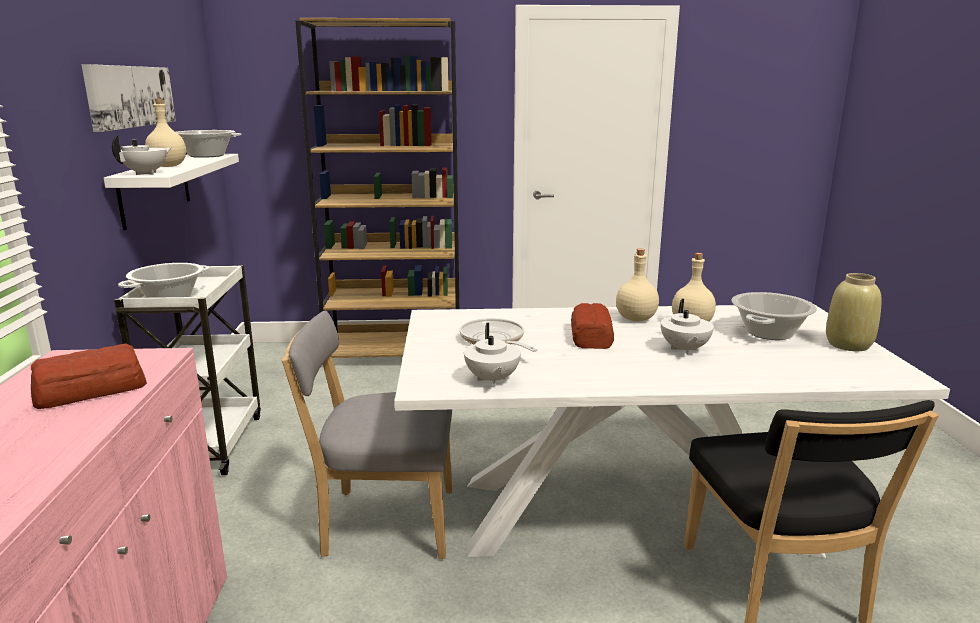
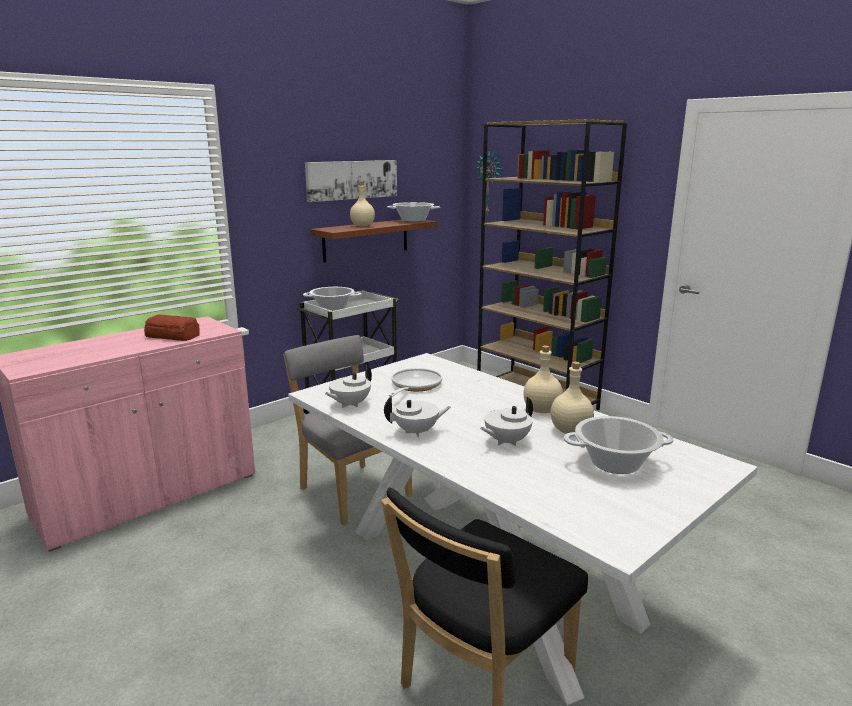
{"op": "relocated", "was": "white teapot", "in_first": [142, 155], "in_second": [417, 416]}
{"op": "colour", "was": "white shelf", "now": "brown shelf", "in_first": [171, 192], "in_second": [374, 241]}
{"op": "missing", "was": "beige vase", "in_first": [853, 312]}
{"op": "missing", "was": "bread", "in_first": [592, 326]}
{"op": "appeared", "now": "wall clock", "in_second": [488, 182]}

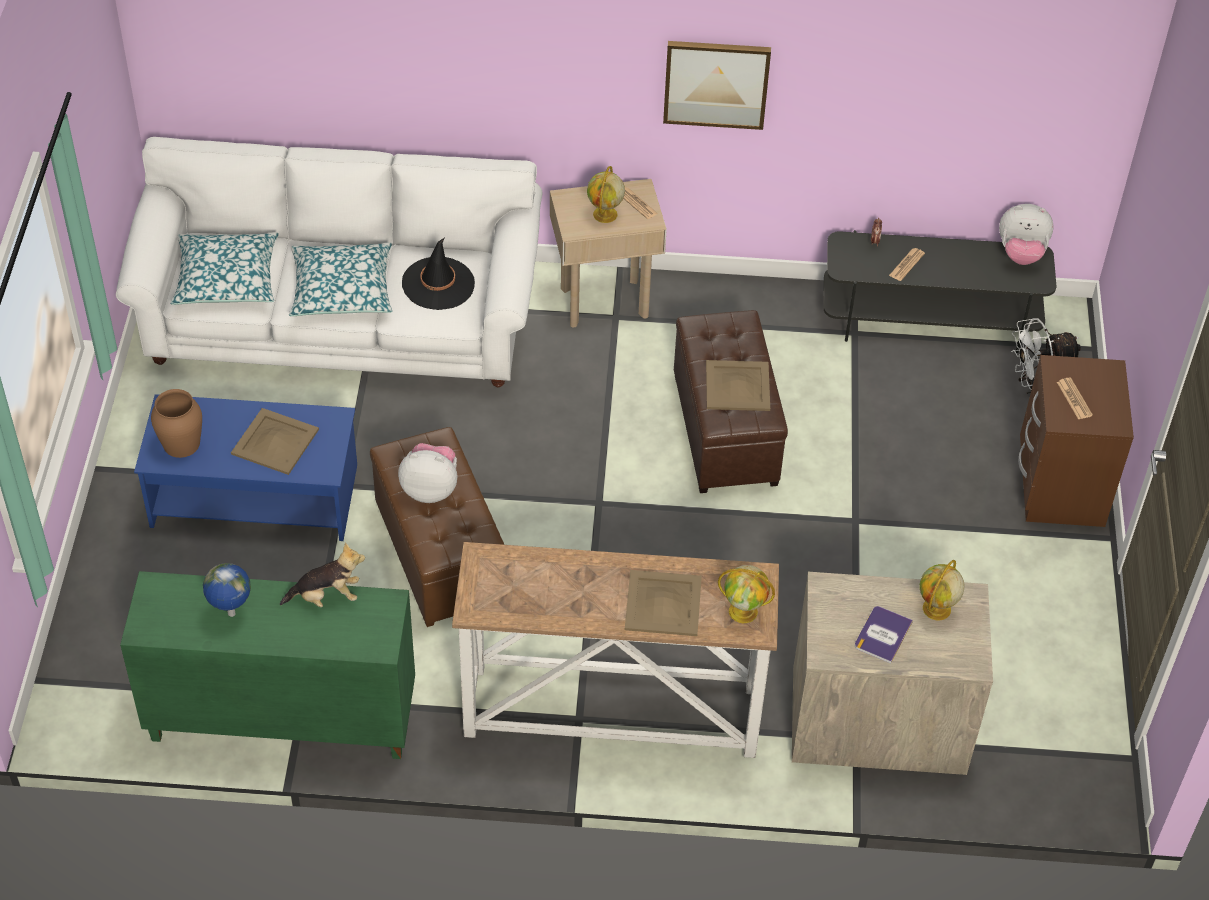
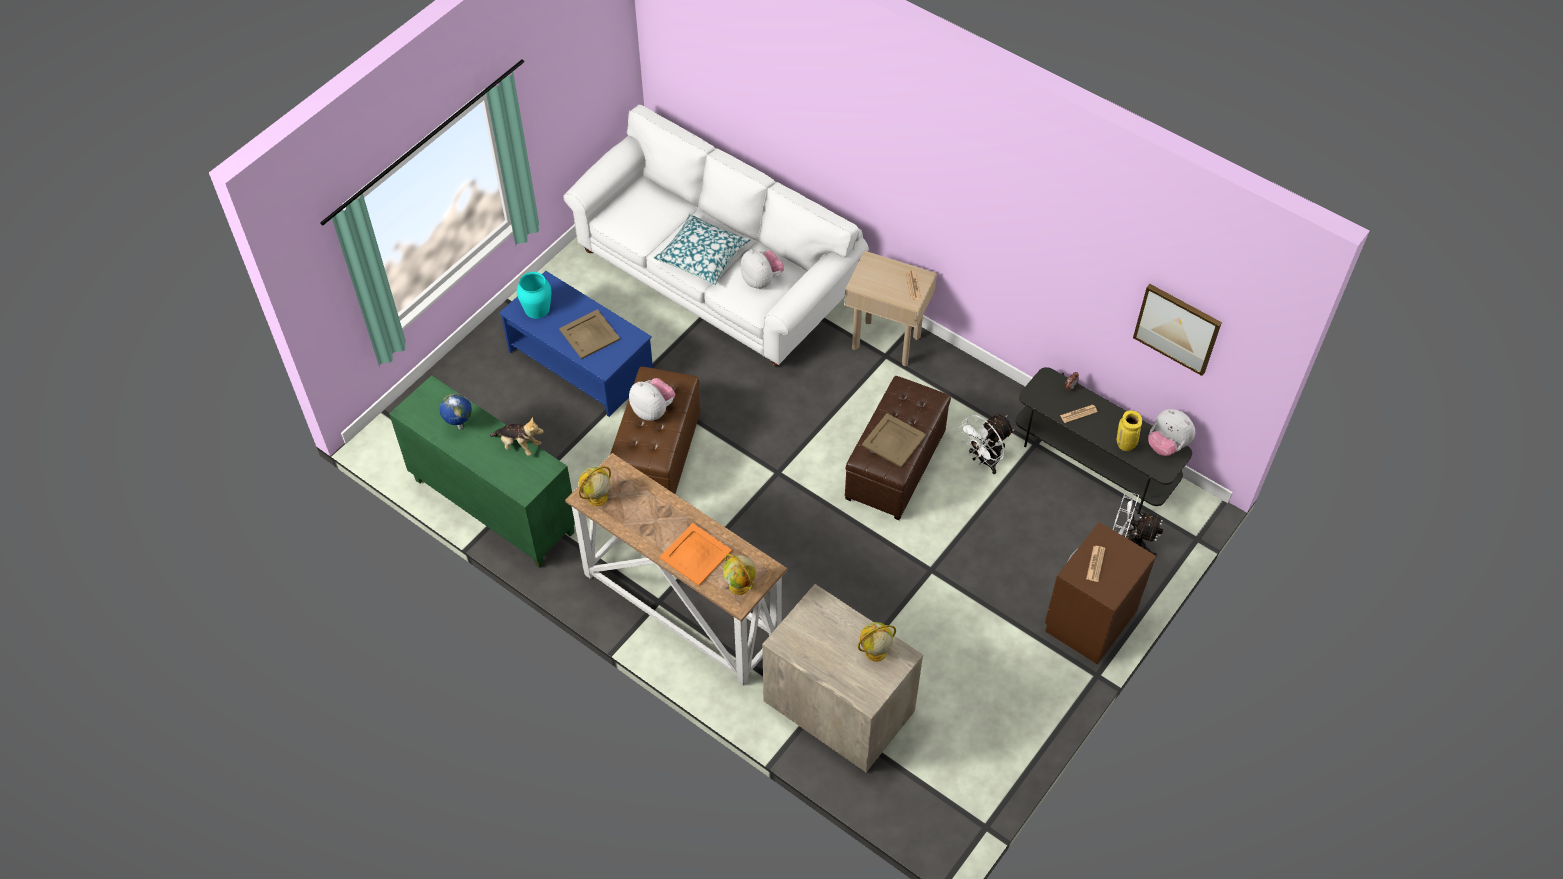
{"op": "relocated", "was": "picture", "in_first": [717, 85], "in_second": [1177, 330]}
{"op": "relocated", "was": "globe", "in_first": [606, 194], "in_second": [595, 486]}
{"op": "missing", "was": "pillow", "in_first": [224, 268]}
{"op": "exchanged", "was": "black hat", "now": "plush toy", "in_first": [438, 273], "in_second": [762, 269]}
{"op": "colour", "was": "brown vase", "now": "turquoise vase", "in_first": [176, 423], "in_second": [534, 295]}
{"op": "colour", "was": "beige tray", "now": "orange tray", "in_first": [663, 603], "in_second": [696, 554]}
{"op": "missing", "was": "book", "in_first": [884, 634]}
{"op": "appeared", "now": "yellow vase", "in_second": [1129, 430]}
{"op": "appeared", "now": "white fan", "in_second": [986, 444]}

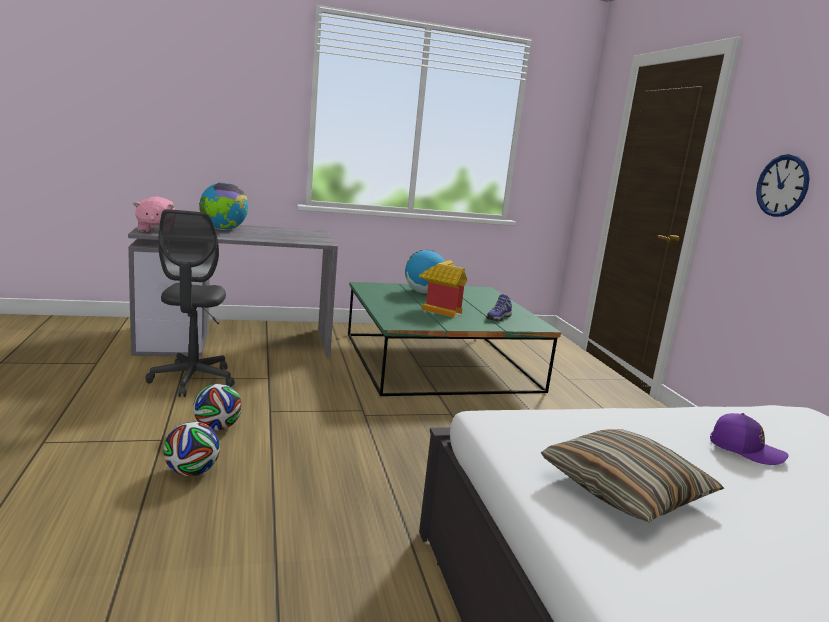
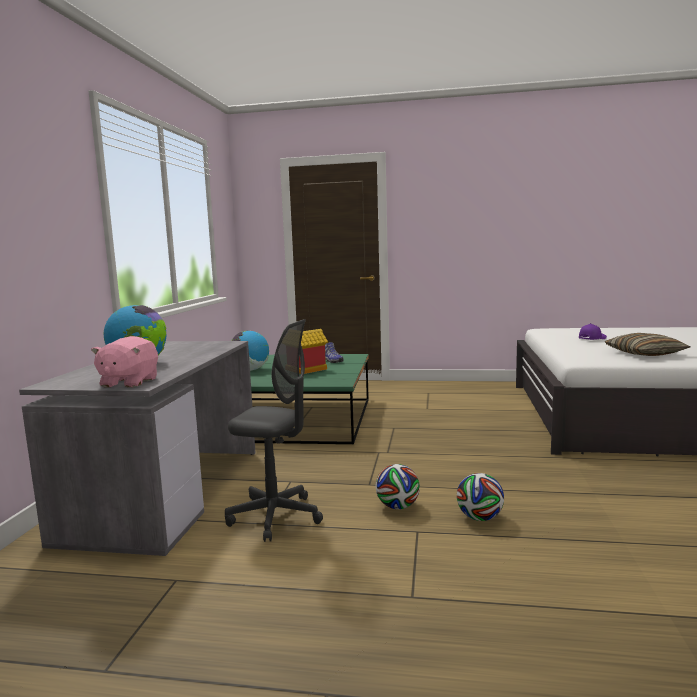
{"op": "missing", "was": "wall clock", "in_first": [783, 185]}
{"op": "spun", "was": "pink plush toy", "in_first": [154, 214], "in_second": [124, 362], "clockwise": 90}

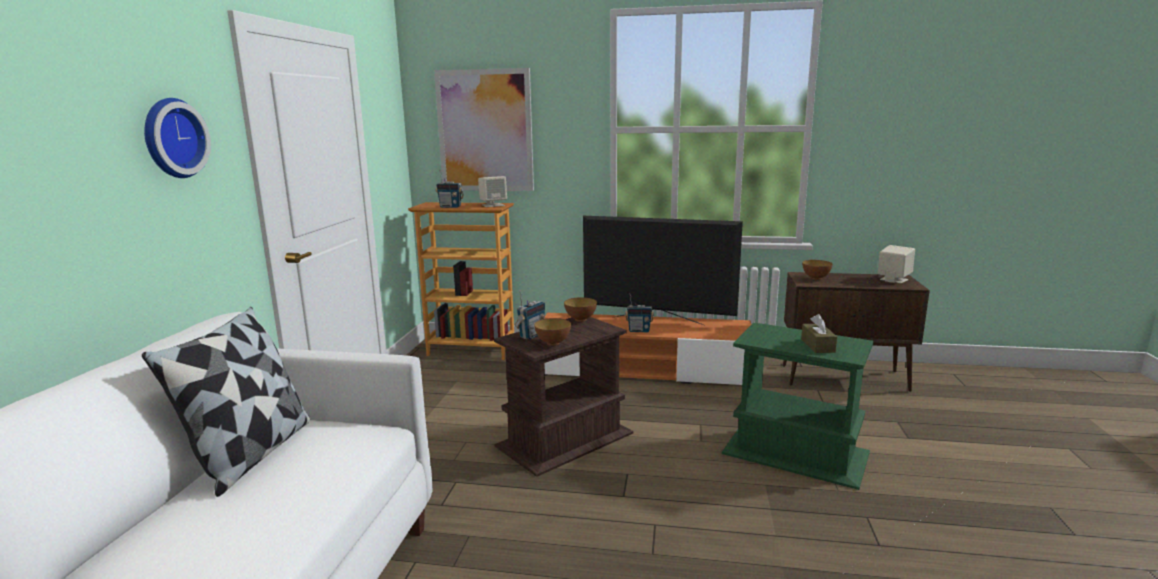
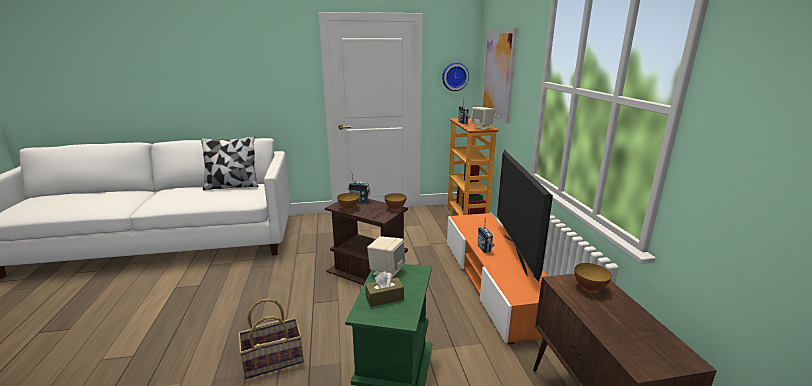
{"op": "relocated", "was": "wall clock", "in_first": [177, 138], "in_second": [455, 77]}
{"op": "relocated", "was": "beige speaker", "in_first": [896, 264], "in_second": [386, 257]}
{"op": "appeared", "now": "basket", "in_second": [271, 338]}

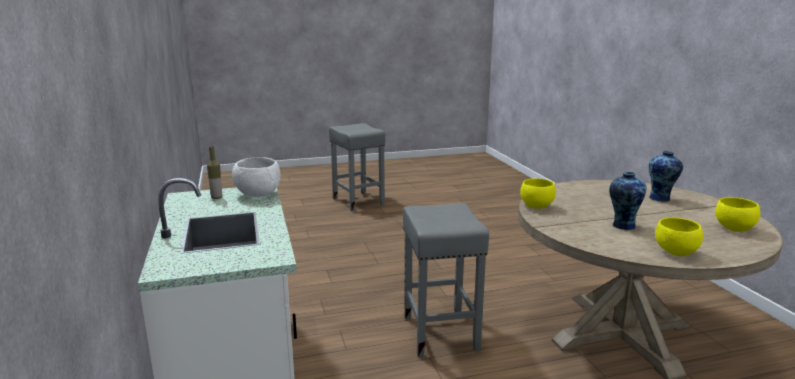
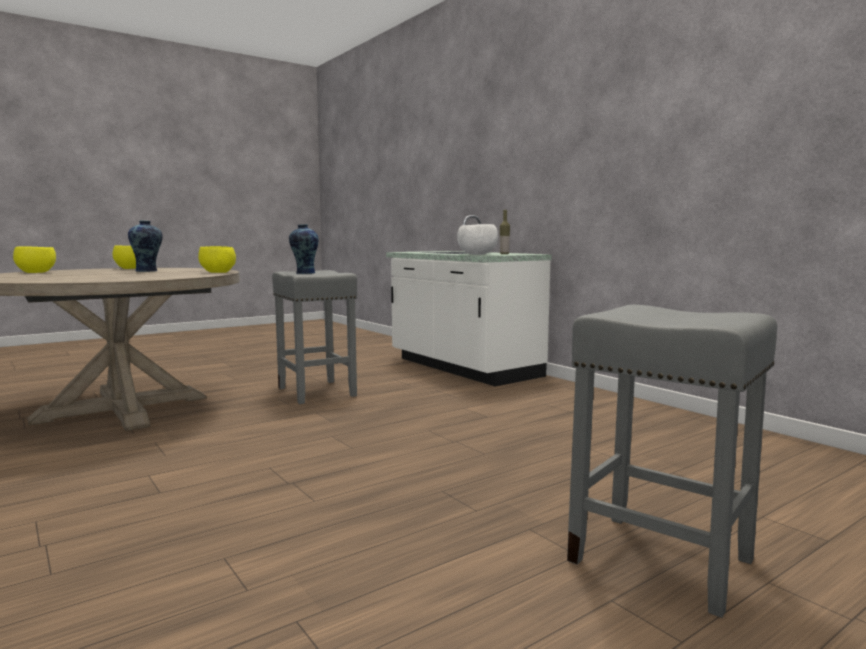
{"op": "relocated", "was": "vase", "in_first": [666, 176], "in_second": [304, 249]}

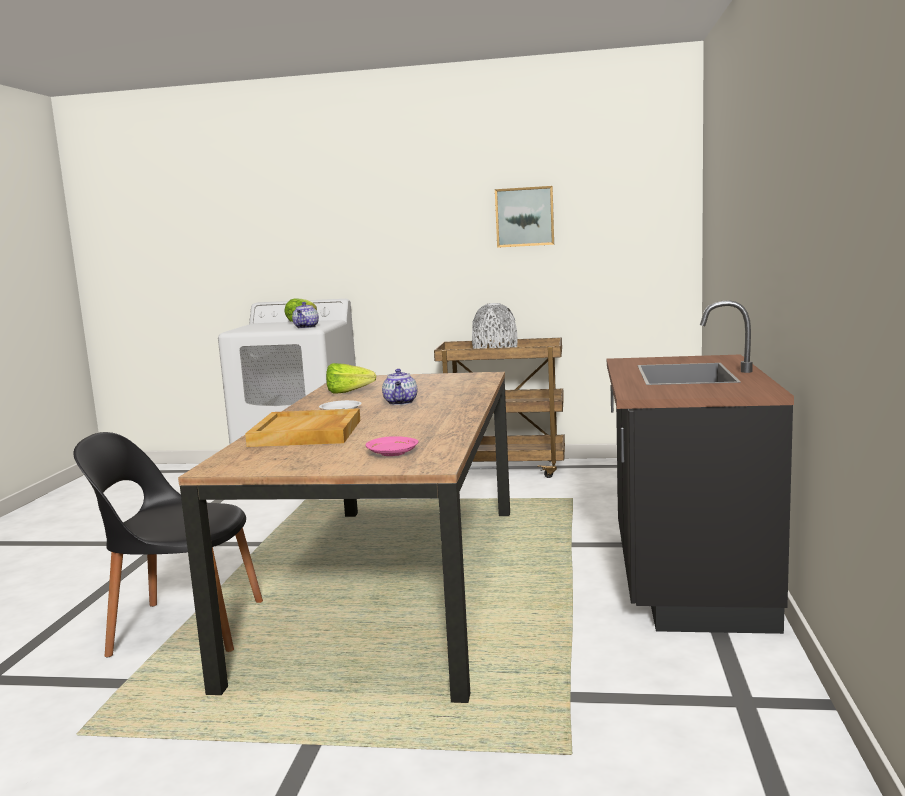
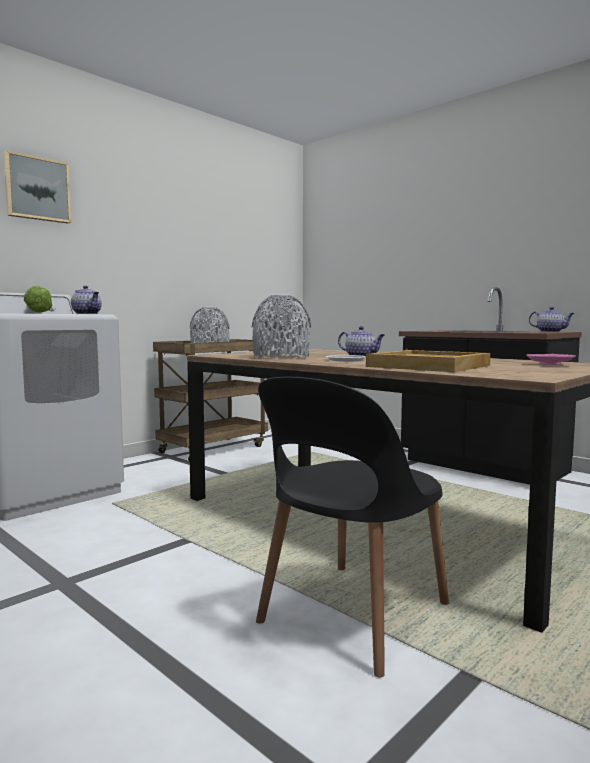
{"op": "relocated", "was": "picture", "in_first": [524, 217], "in_second": [37, 187]}
{"op": "exchanged", "was": "lettuce", "now": "grey vase", "in_first": [351, 378], "in_second": [281, 326]}
{"op": "appeared", "now": "teapot", "in_second": [552, 319]}

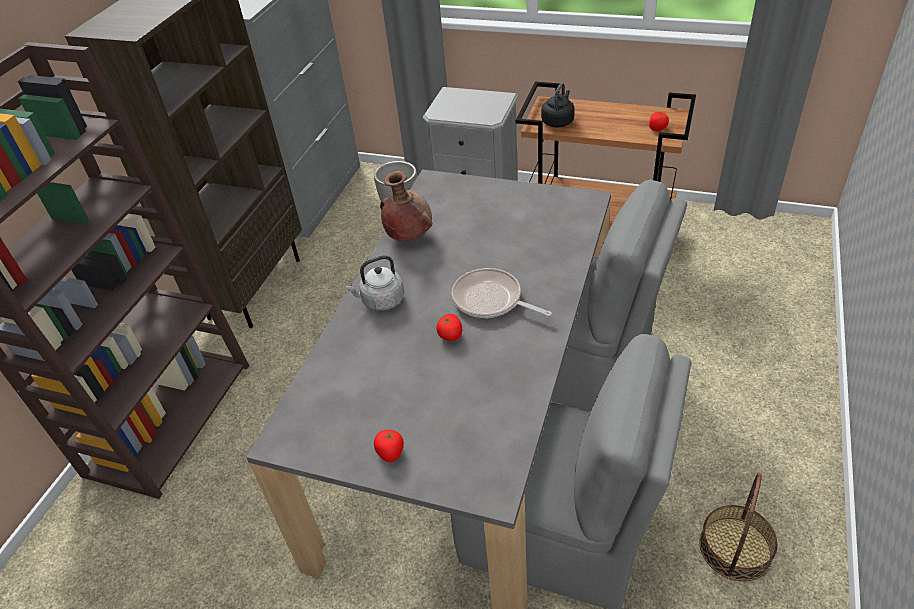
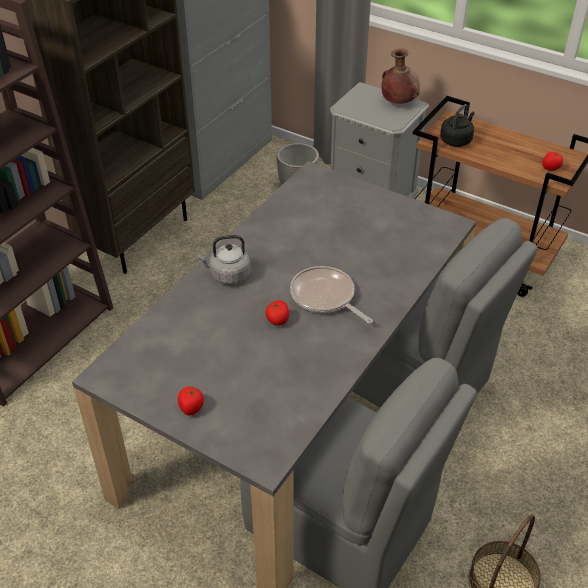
{"op": "relocated", "was": "brown vase", "in_first": [406, 206], "in_second": [401, 76]}

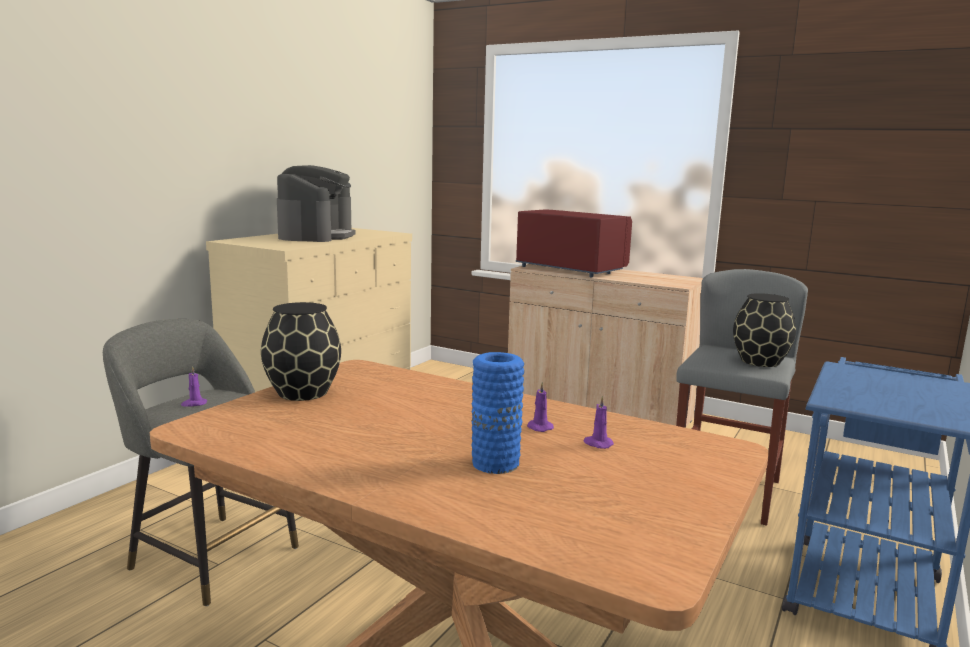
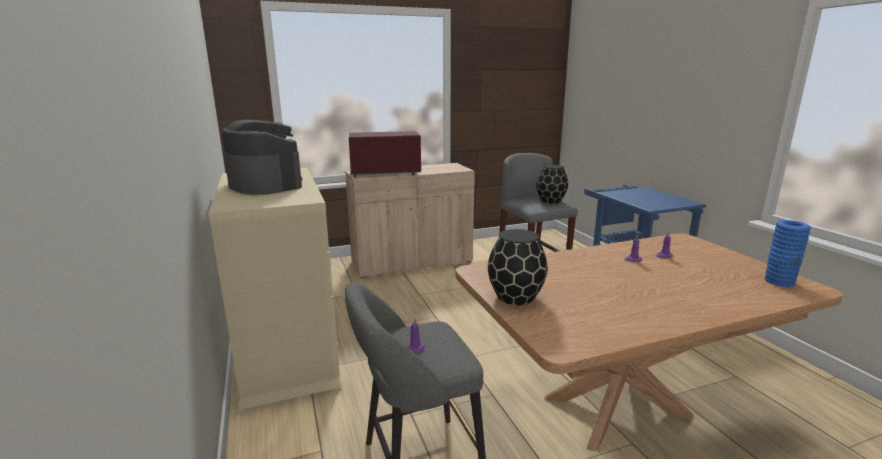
{"op": "relocated", "was": "blue vase", "in_first": [497, 413], "in_second": [788, 253]}

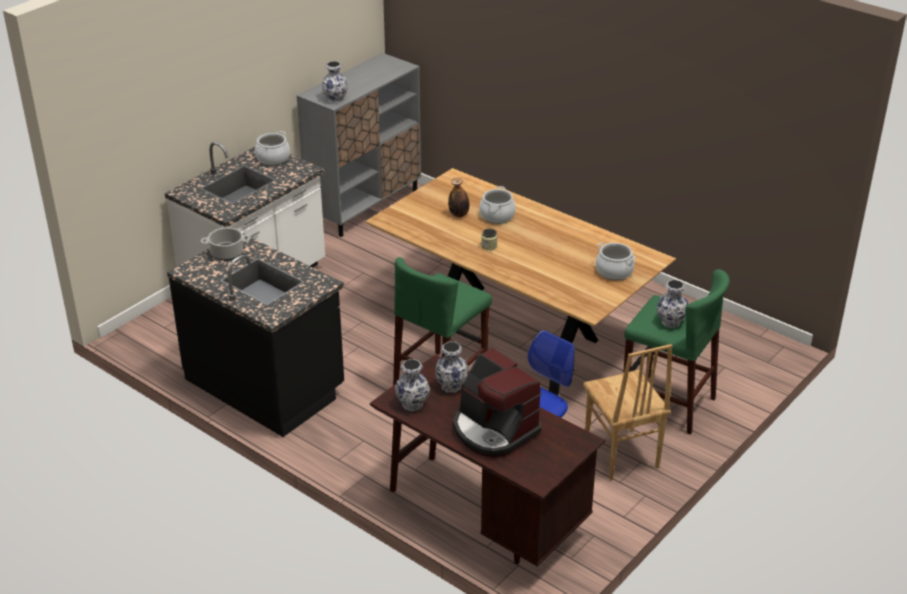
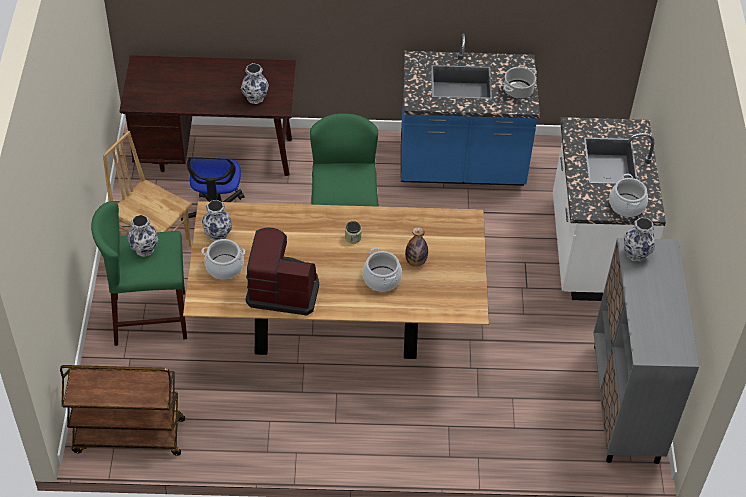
{"op": "colour", "was": "black counter", "now": "blue counter", "in_first": [255, 335], "in_second": [470, 109]}
{"op": "relocated", "was": "coffee machine", "in_first": [497, 403], "in_second": [282, 271]}
{"op": "relocated", "was": "vase", "in_first": [412, 385], "in_second": [217, 220]}
{"op": "appeared", "now": "brown cart", "in_second": [122, 410]}

